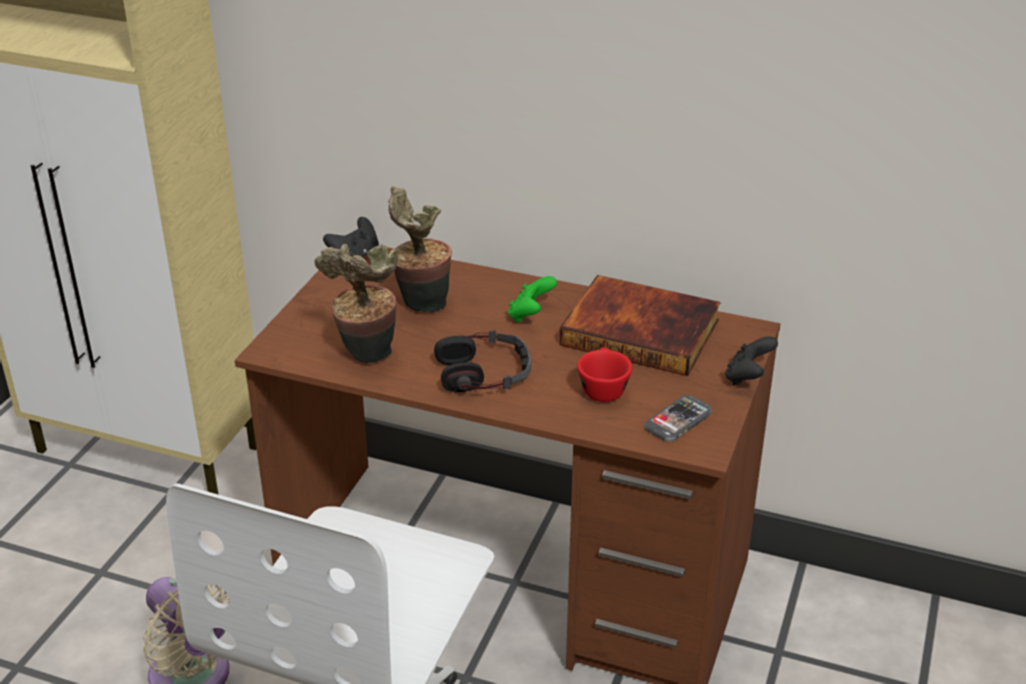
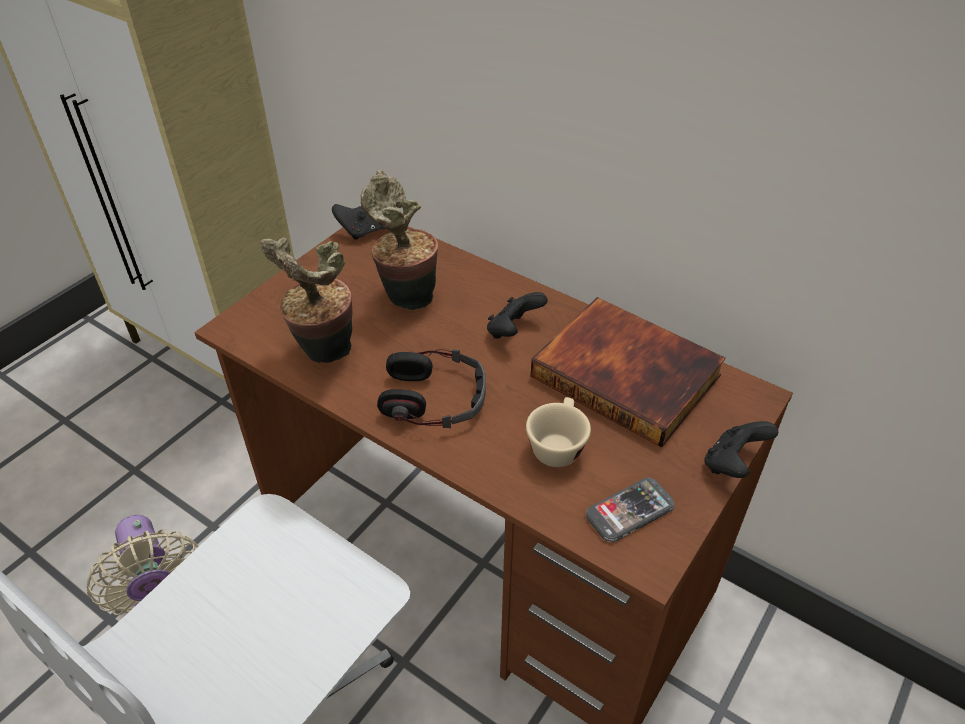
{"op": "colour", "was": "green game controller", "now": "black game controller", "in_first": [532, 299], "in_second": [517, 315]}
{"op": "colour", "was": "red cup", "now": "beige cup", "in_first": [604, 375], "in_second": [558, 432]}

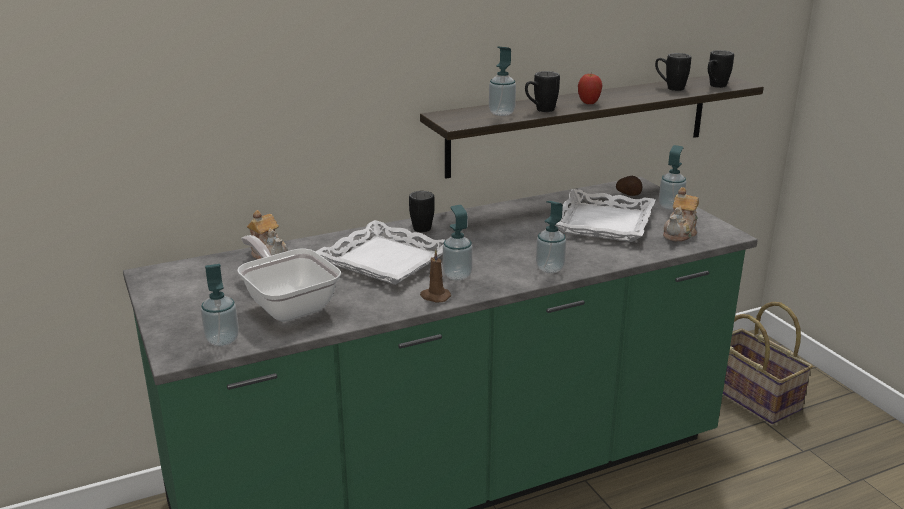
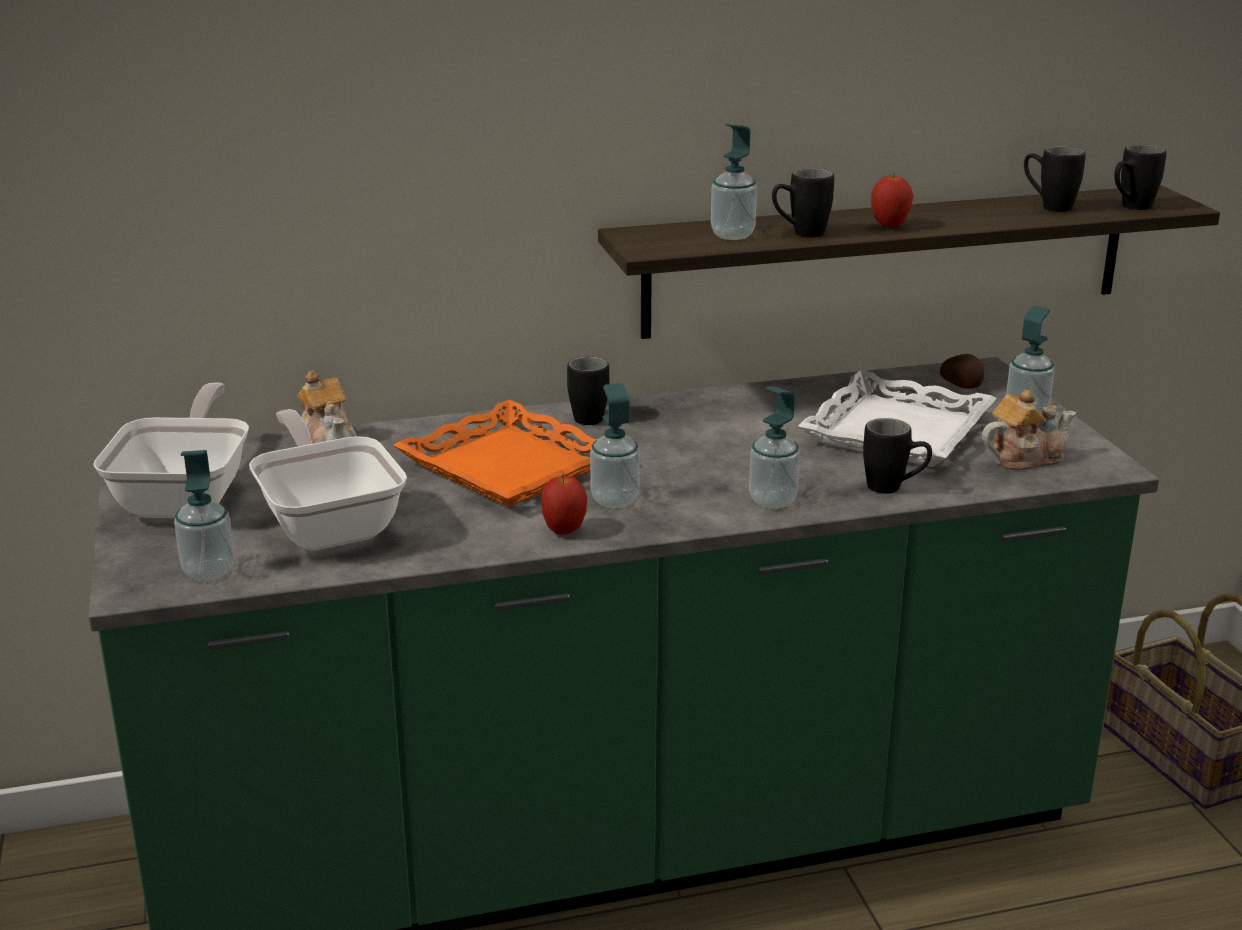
{"op": "spun", "was": "teapot", "in_first": [681, 214], "in_second": [1029, 430], "clockwise": -150}
{"op": "colour", "was": "white tray", "now": "orange tray", "in_first": [380, 252], "in_second": [495, 453]}
{"op": "exchanged", "was": "brown candle", "now": "apple", "in_first": [435, 275], "in_second": [564, 504]}
{"op": "appeared", "now": "frying pan", "in_second": [171, 450]}
{"op": "appeared", "now": "black mug", "in_second": [897, 456]}

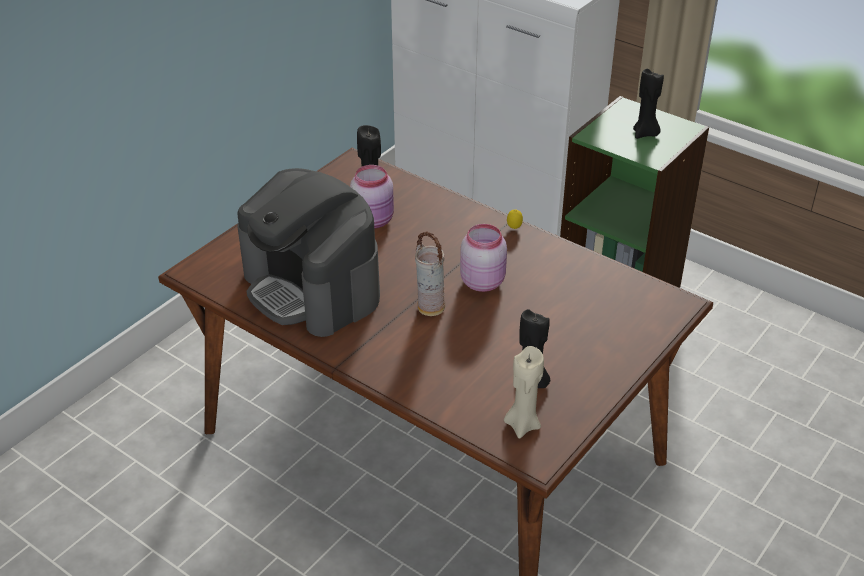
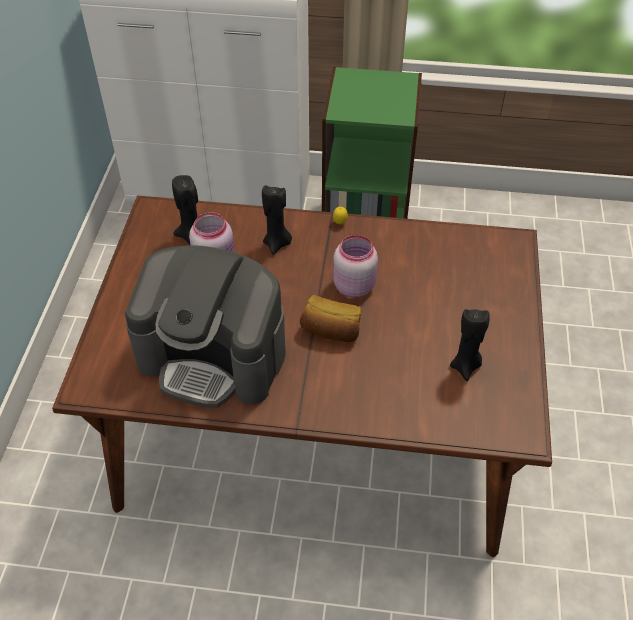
{"op": "relocated", "was": "black candle", "in_first": [648, 104], "in_second": [277, 220]}
{"op": "exchanged", "was": "vase", "now": "bread", "in_first": [430, 273], "in_second": [330, 318]}
{"op": "missing", "was": "beige candle", "in_first": [524, 392]}

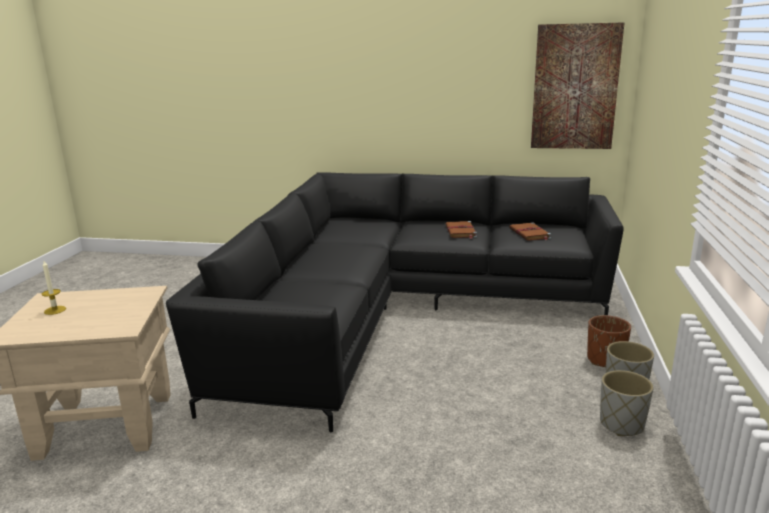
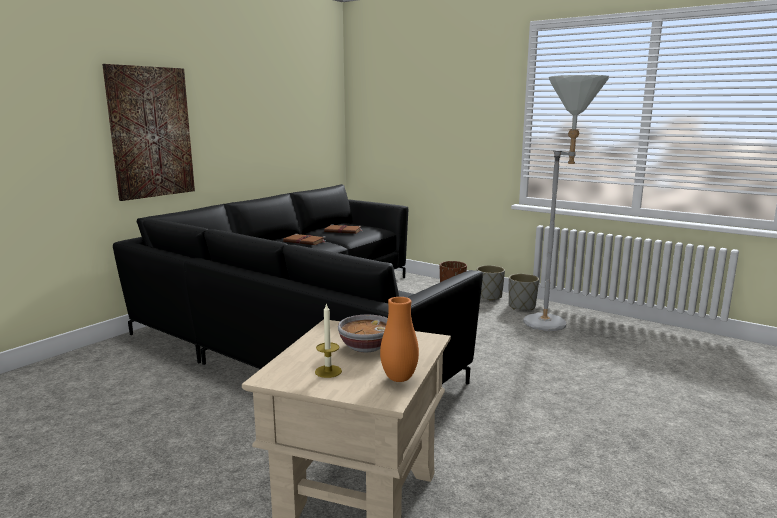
{"op": "relocated", "was": "picture", "in_first": [578, 85], "in_second": [148, 132]}
{"op": "appeared", "now": "grey floor lamp", "in_second": [566, 203]}
{"op": "appeared", "now": "orange vase", "in_second": [399, 339]}
{"op": "appeared", "now": "bowl", "in_second": [363, 333]}

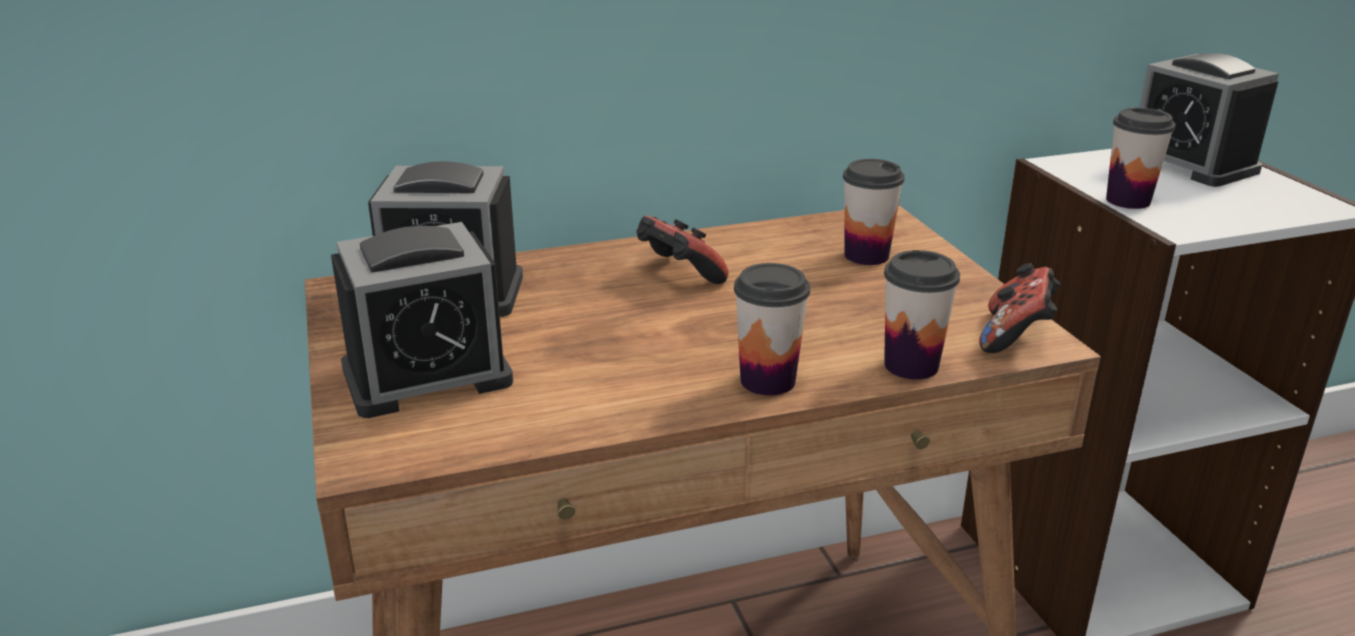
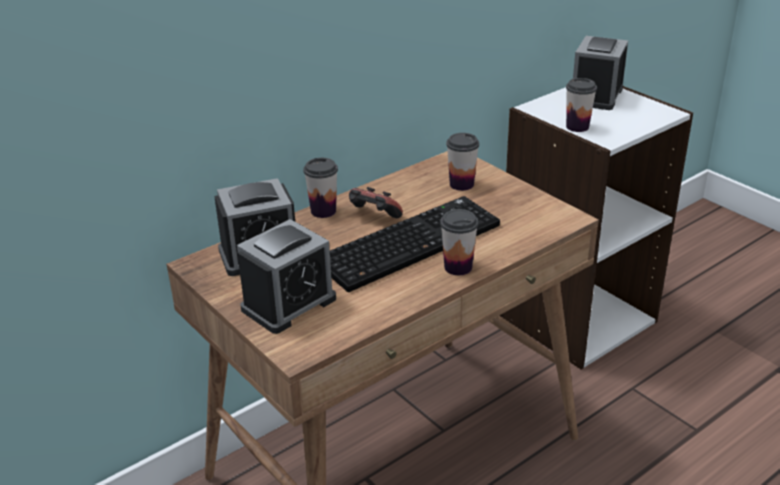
{"op": "spun", "was": "alarm clock", "in_first": [1209, 120], "in_second": [600, 73], "clockwise": 75}
{"op": "relocated", "was": "cup", "in_first": [922, 315], "in_second": [320, 188]}
{"op": "missing", "was": "game controller", "in_first": [1019, 308]}
{"op": "appeared", "now": "keyboard", "in_second": [415, 244]}

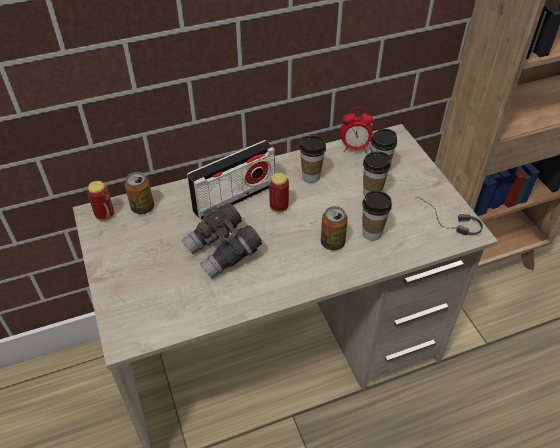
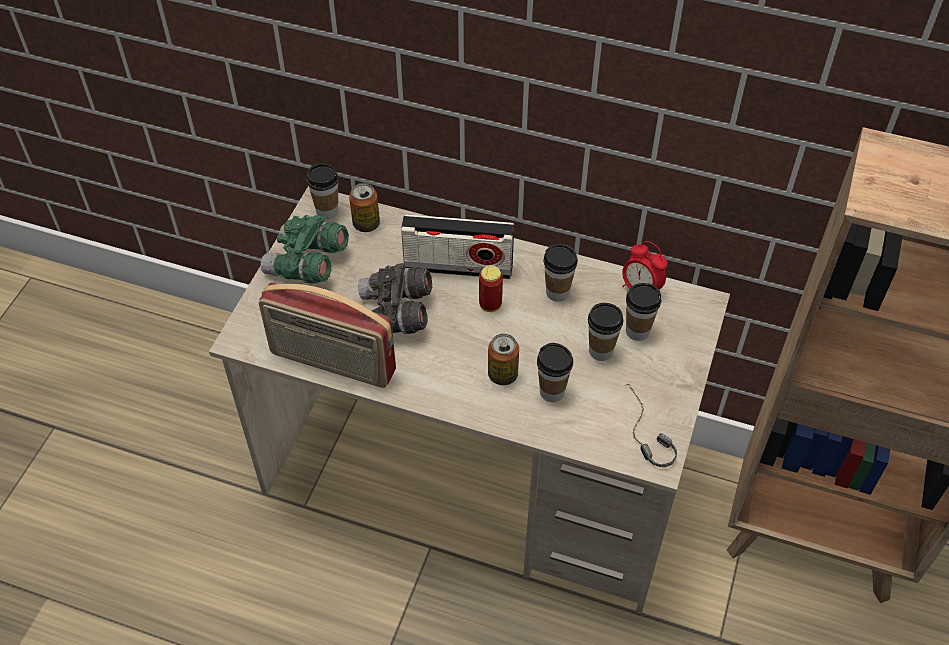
{"op": "exchanged", "was": "can", "now": "cup", "in_first": [100, 201], "in_second": [323, 191]}
{"op": "appeared", "now": "green binoculars", "in_second": [304, 249]}
{"op": "appeared", "now": "radio", "in_second": [327, 335]}

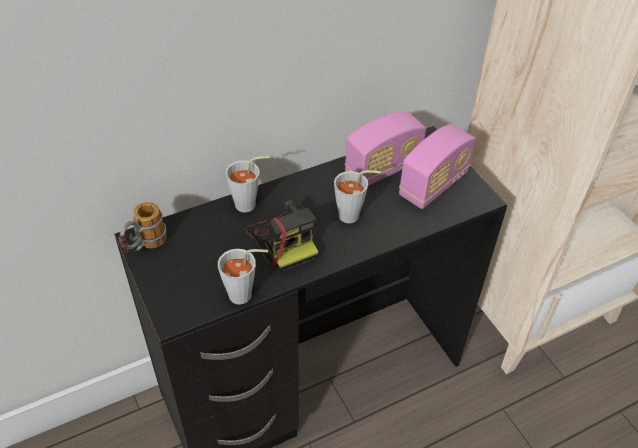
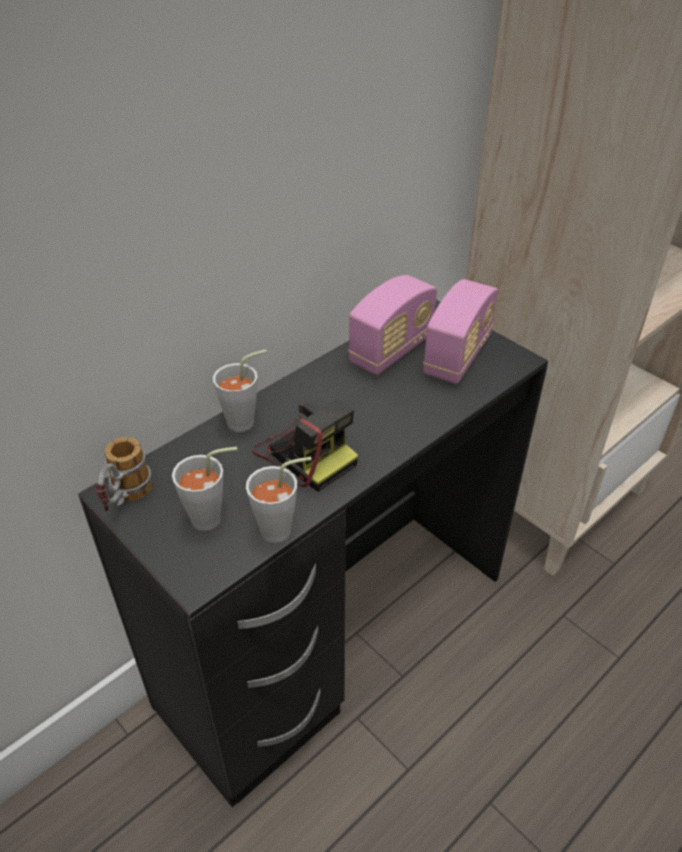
{"op": "relocated", "was": "grey cup", "in_first": [357, 196], "in_second": [204, 489]}

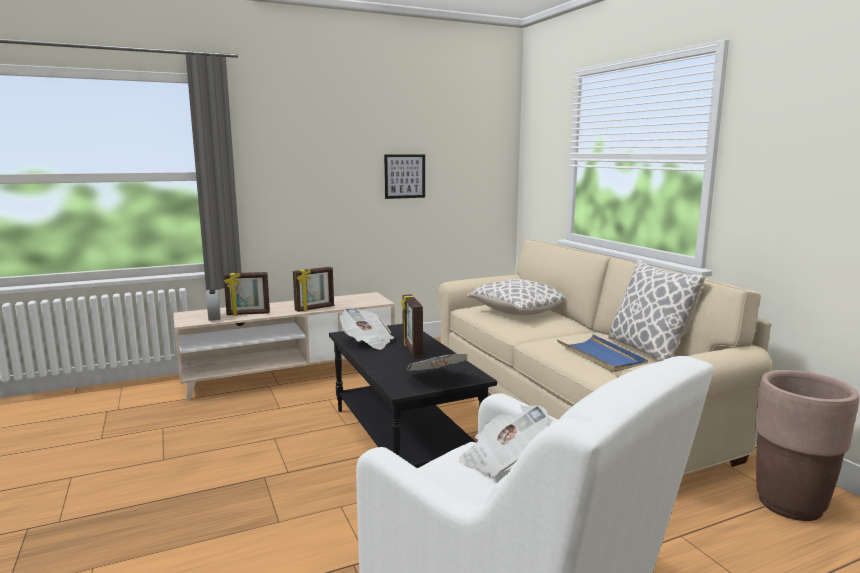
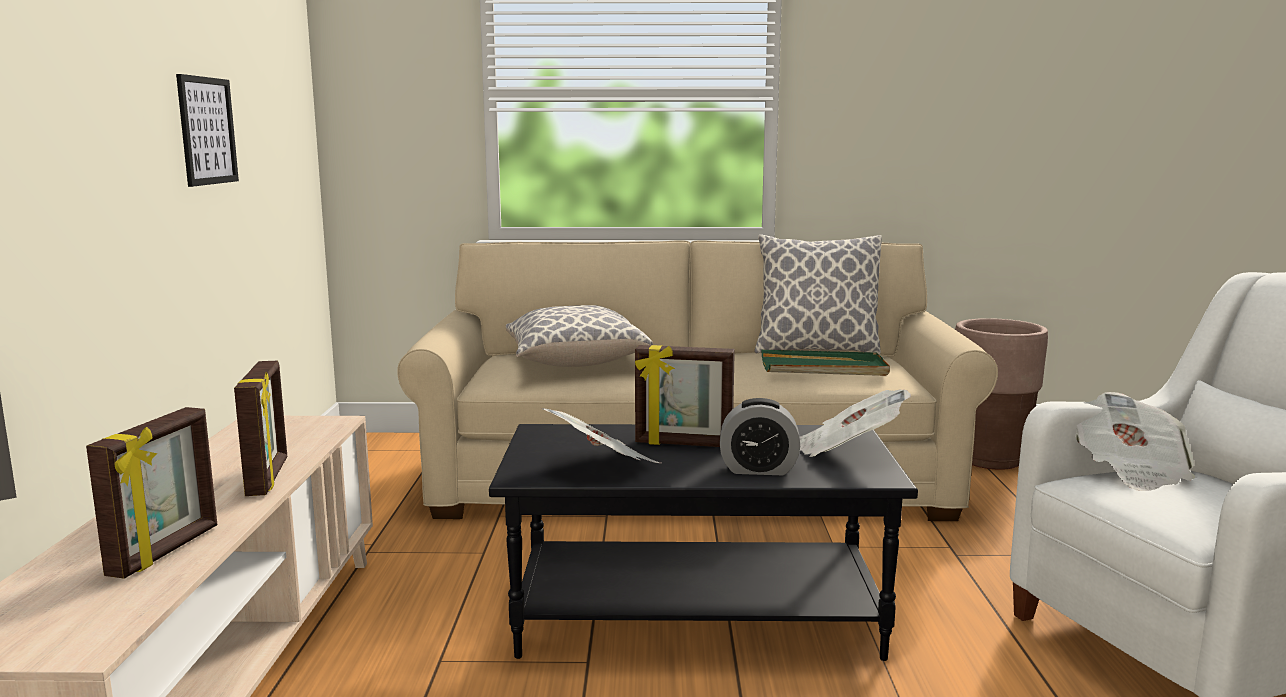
{"op": "relocated", "was": "alarm clock", "in_first": [213, 305], "in_second": [760, 436]}
{"op": "colour", "was": "blue tray", "now": "green tray", "in_first": [602, 353], "in_second": [826, 363]}

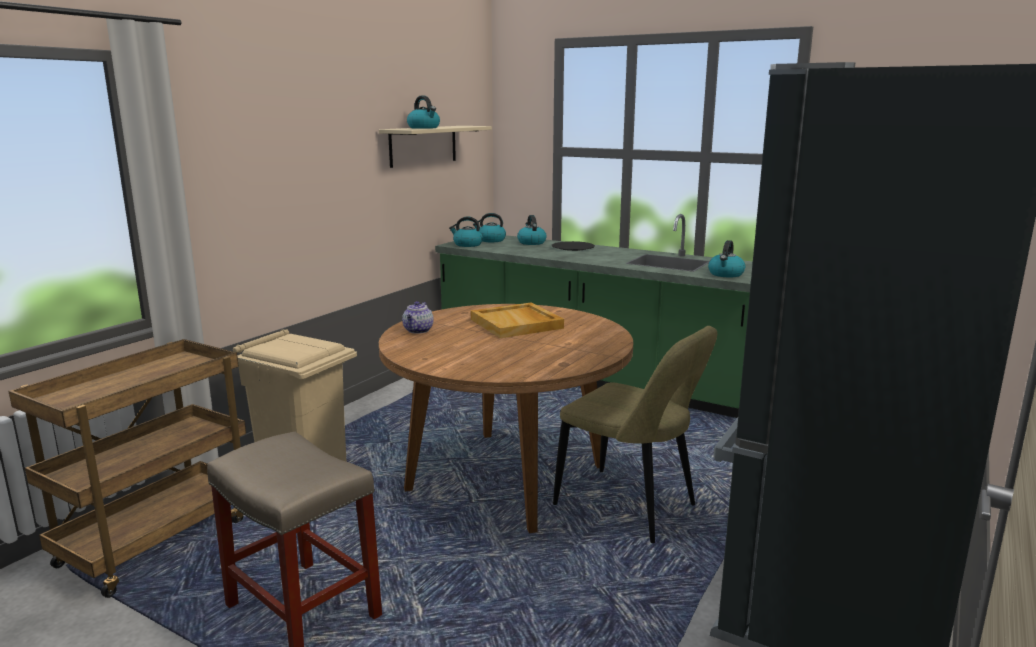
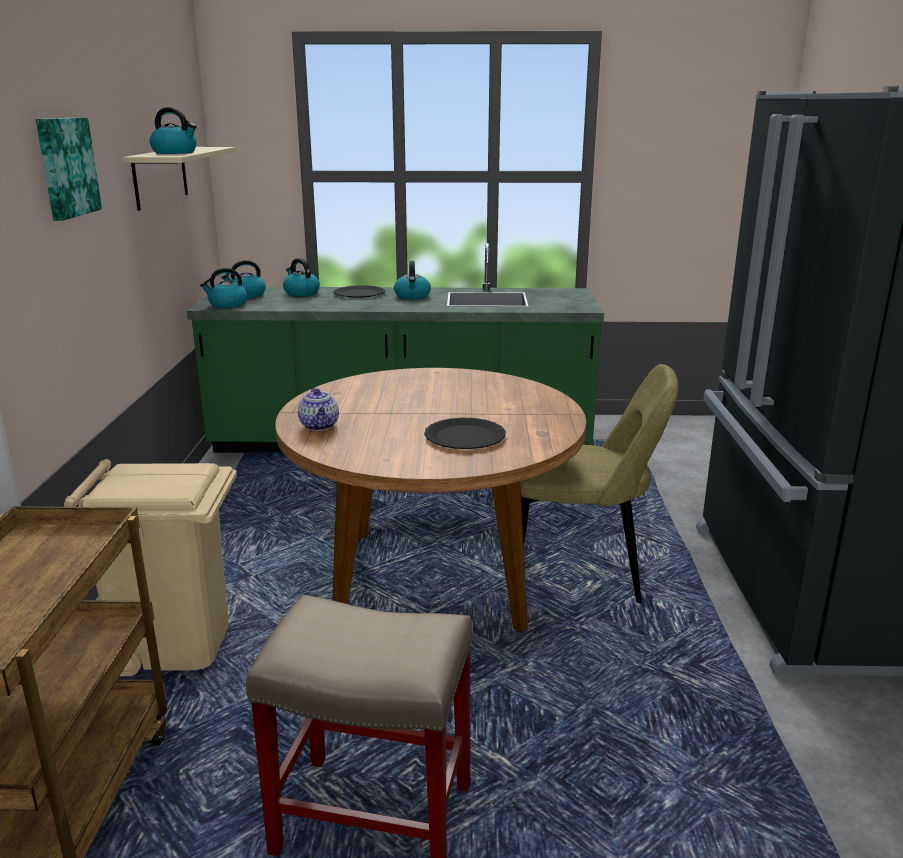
{"op": "relocated", "was": "kettle", "in_first": [726, 259], "in_second": [412, 280]}
{"op": "missing", "was": "beige tray", "in_first": [517, 320]}
{"op": "appeared", "now": "picture", "in_second": [69, 169]}
{"op": "appeared", "now": "black plate", "in_second": [465, 433]}

